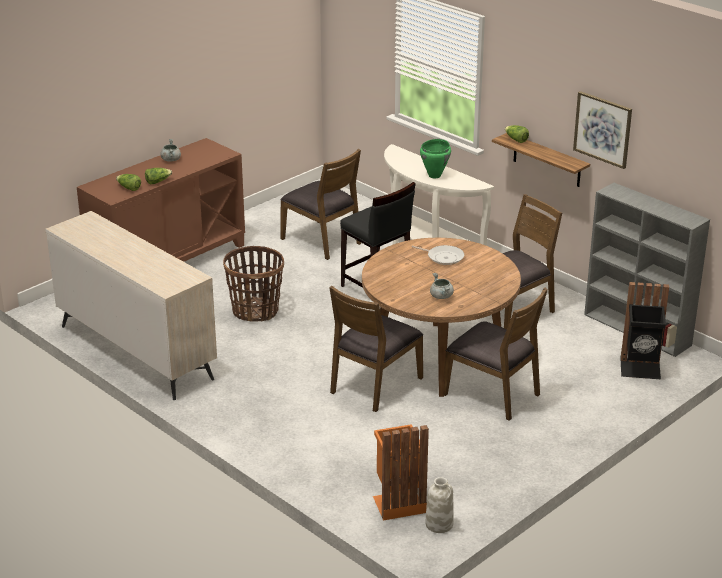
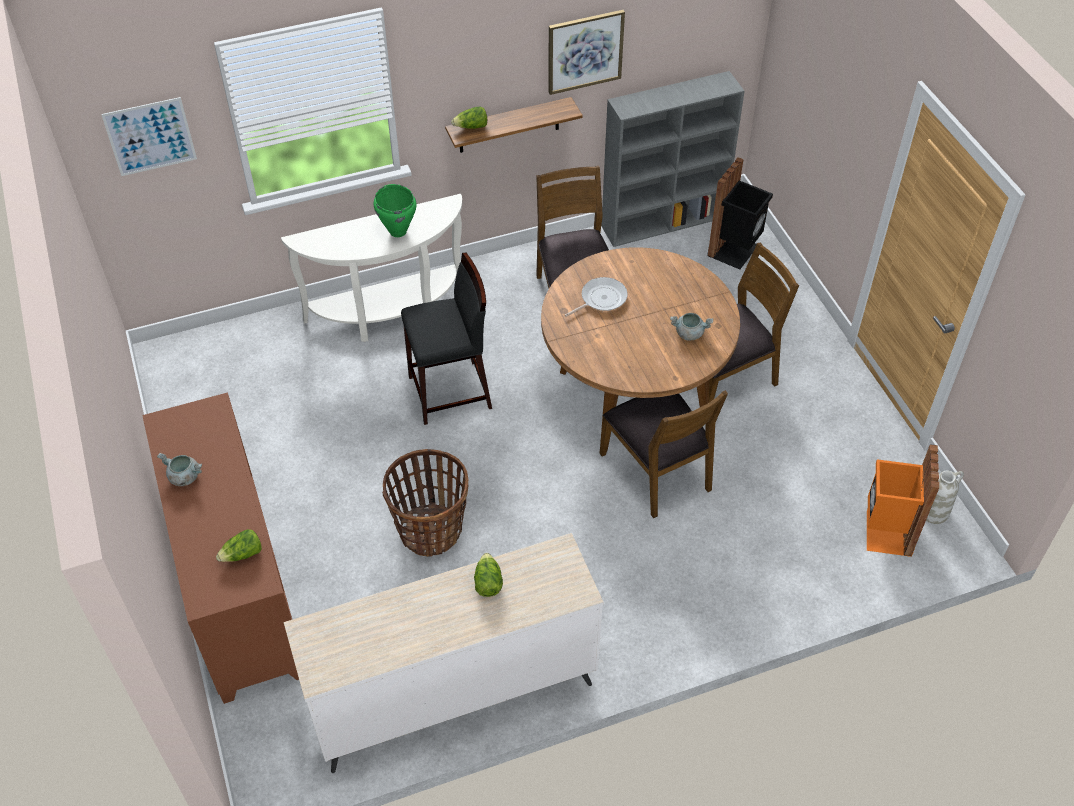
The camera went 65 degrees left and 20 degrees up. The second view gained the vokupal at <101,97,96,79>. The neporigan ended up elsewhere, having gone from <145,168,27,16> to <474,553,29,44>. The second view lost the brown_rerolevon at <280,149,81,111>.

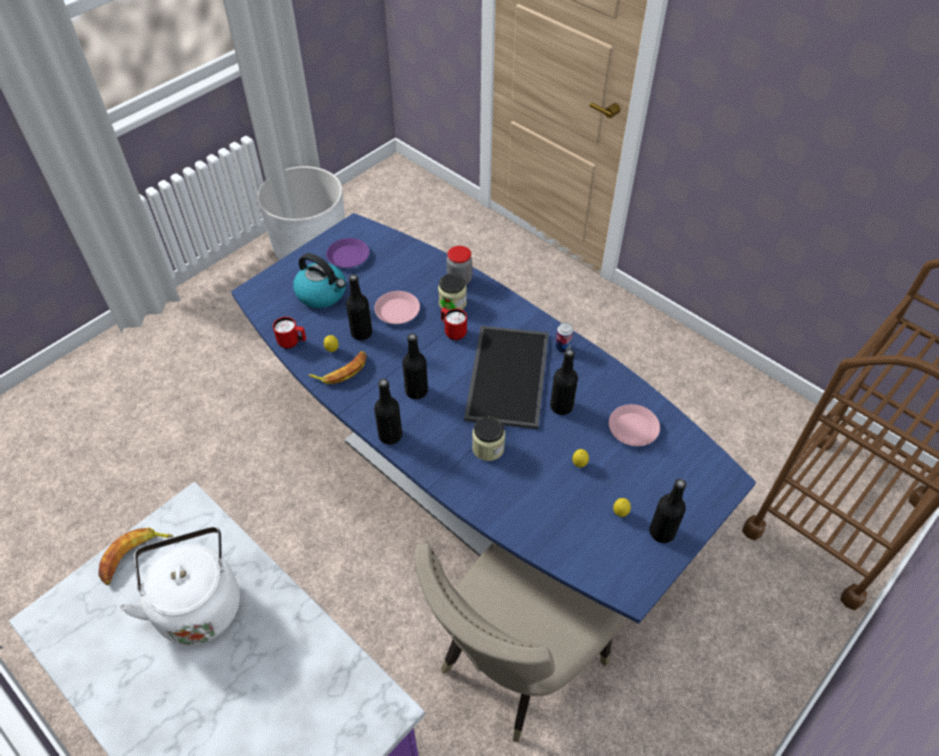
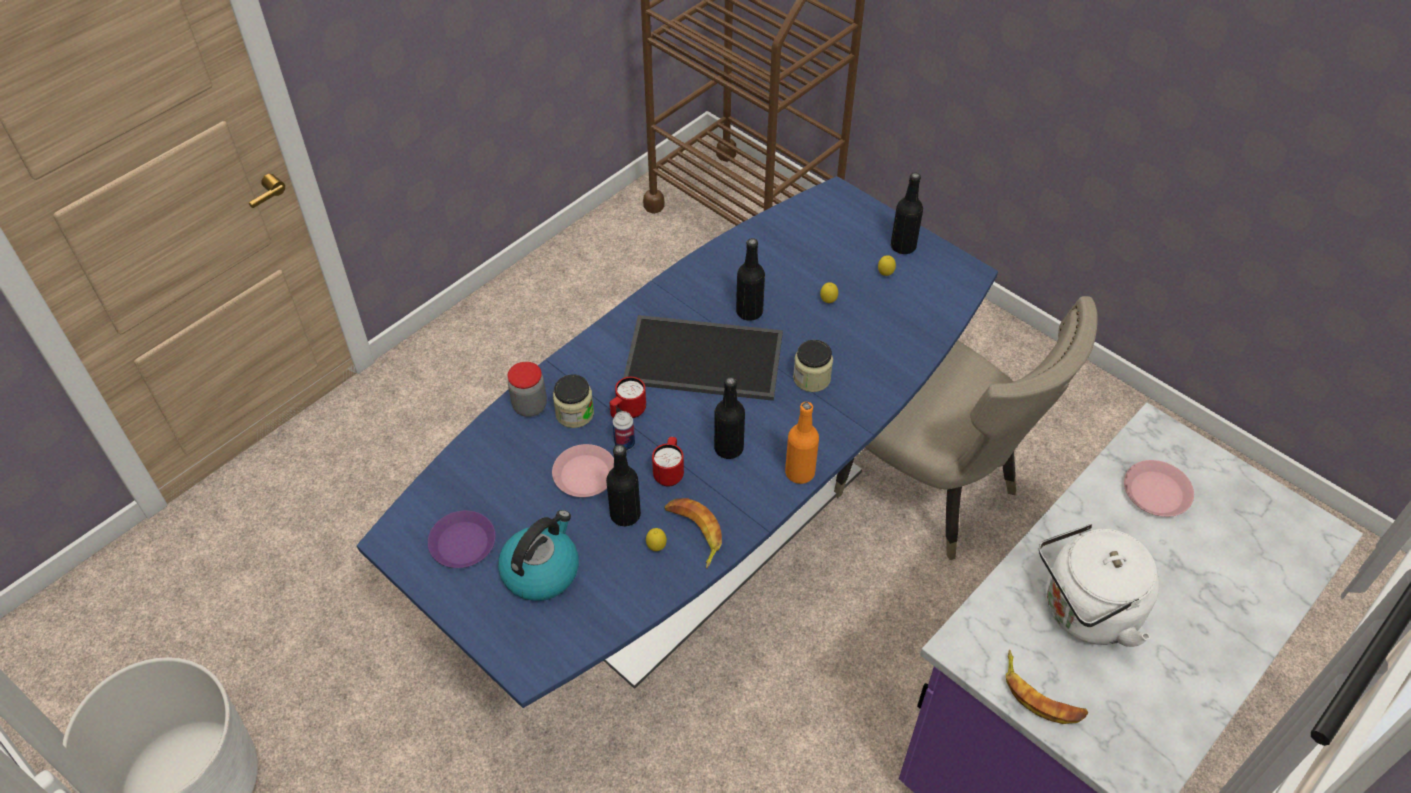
The camera went 90 degrees left and 0 degrees up. The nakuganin ended up elsewhere, having gone from <555,322,18,31> to <612,411,23,39>. The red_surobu ended up elsewhere, having gone from <273,317,33,32> to <652,437,32,50>. What was the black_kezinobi at <374,379,28,66> turned into the orange_kezinobi at <785,402,34,82>. The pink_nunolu ended up elsewhere, having gone from <609,404,51,42> to <1124,460,70,57>.

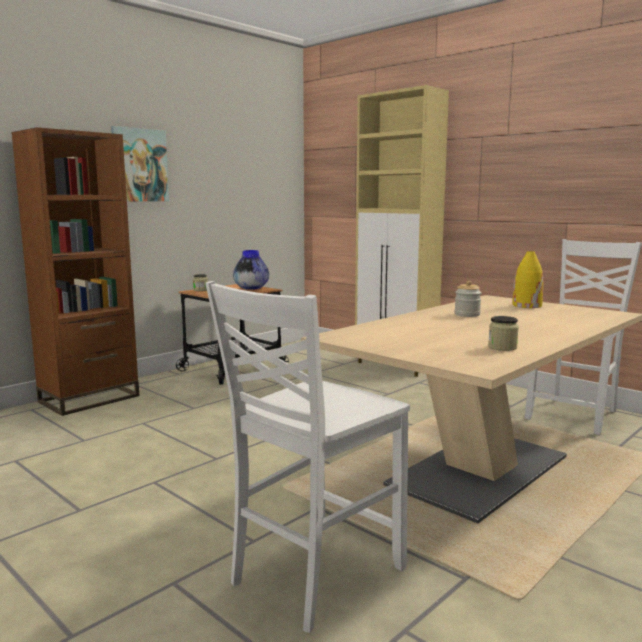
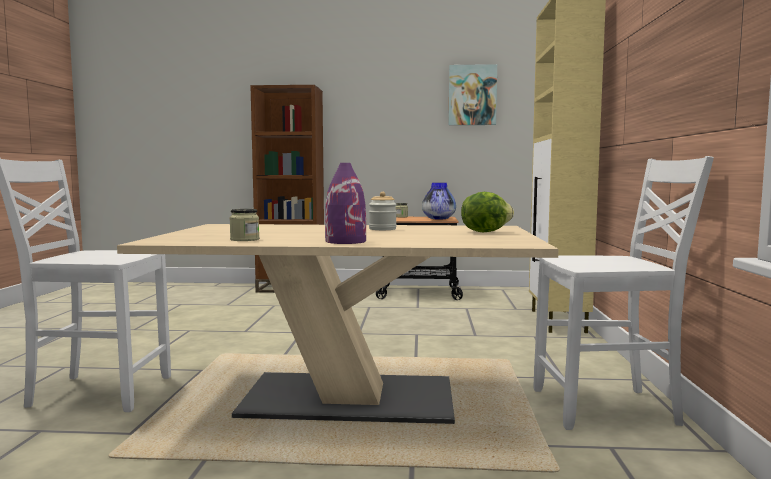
The camera went 50 degrees right and 5 degrees down. The second view gained the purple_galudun at <325,163,41,81>. The vokupal ended up elsewhere, having gone from <111,126,58,76> to <449,64,48,61>. Where the yellow_galudun stood at <513,251,30,57>, the neporigan came to stand at <461,192,53,40>.

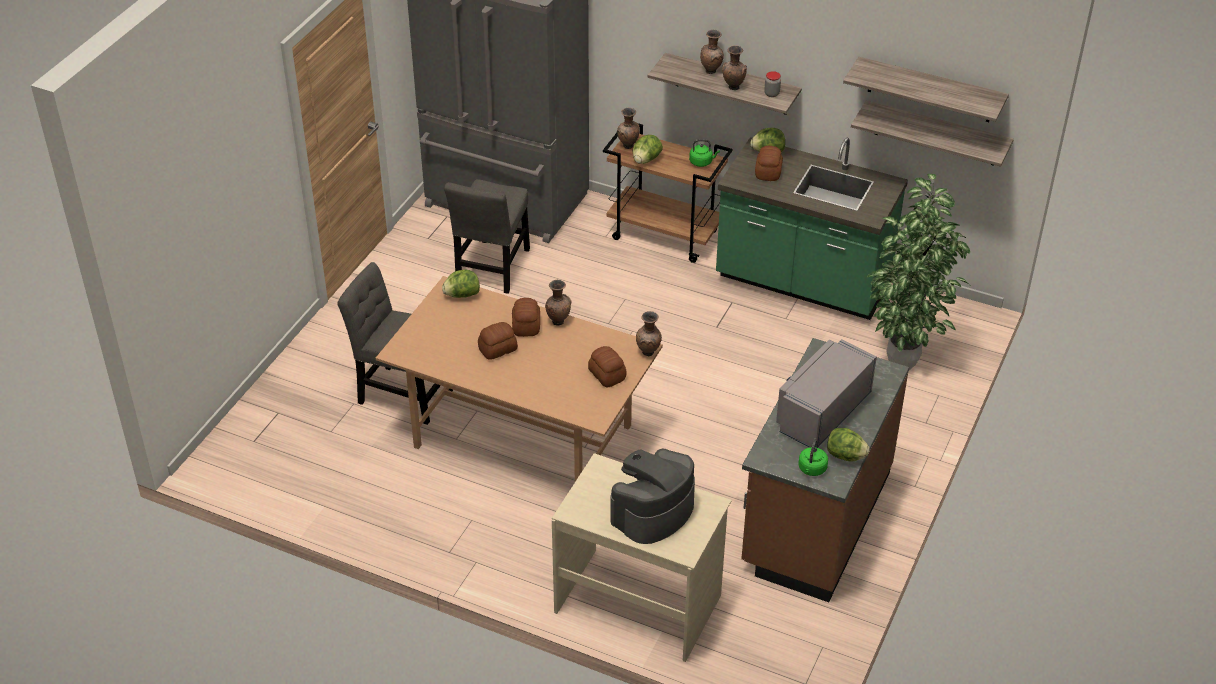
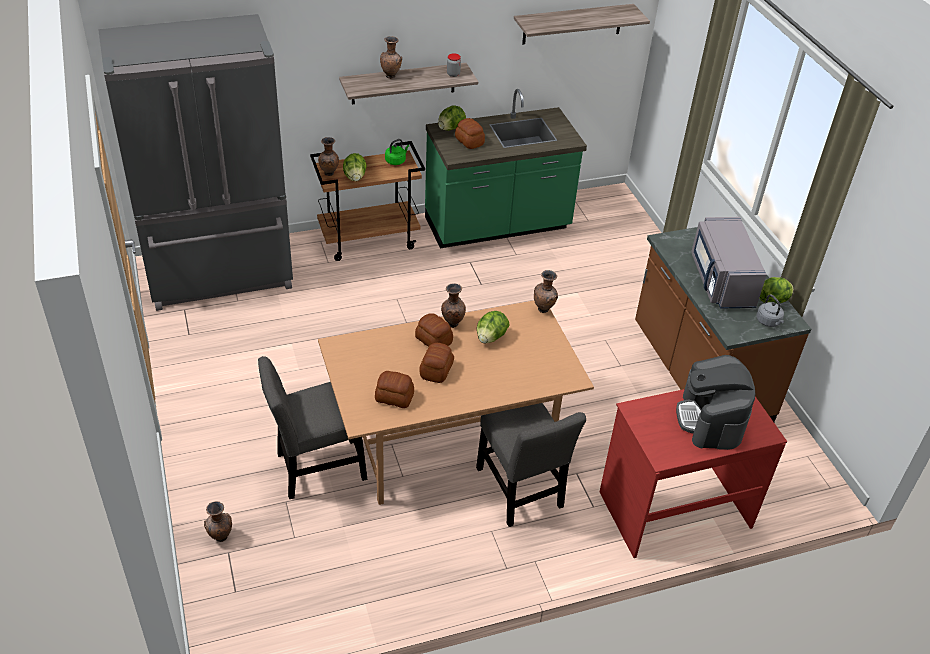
The camera went 45 degrees left and 0 degrees up. The brown_galudun ended up elsewhere, having gone from <722,45,25,45> to <204,501,28,41>. The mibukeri ended up elsewhere, having gone from <588,346,38,41> to <375,371,39,37>. The grey_rerolevon ended up elsewhere, having gone from <444,179,86,115> to <476,403,110,124>. The neporigan ended up elsewhere, having gone from <442,269,38,29> to <477,311,32,33>. What was the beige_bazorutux at <552,453,180,209> turned into the red_bazorutux at <599,389,188,169>. What was the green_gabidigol at <798,438,30,38> turned into the grey_gabidigol at <756,294,28,33>. The second view lost the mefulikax at <851,101,163,66>. The second view lost the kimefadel at <867,174,104,196>.

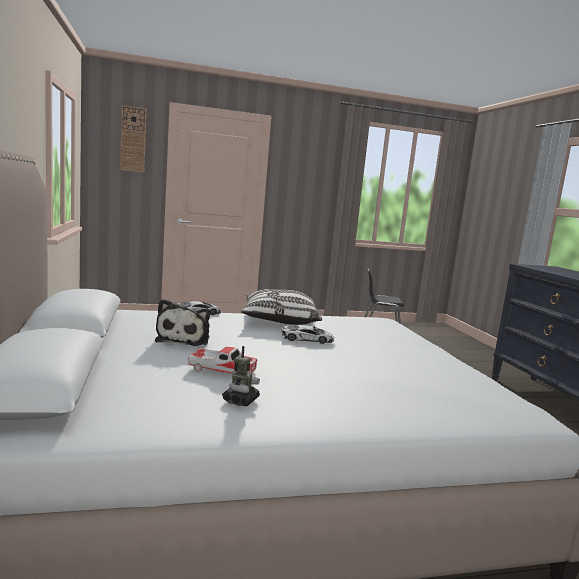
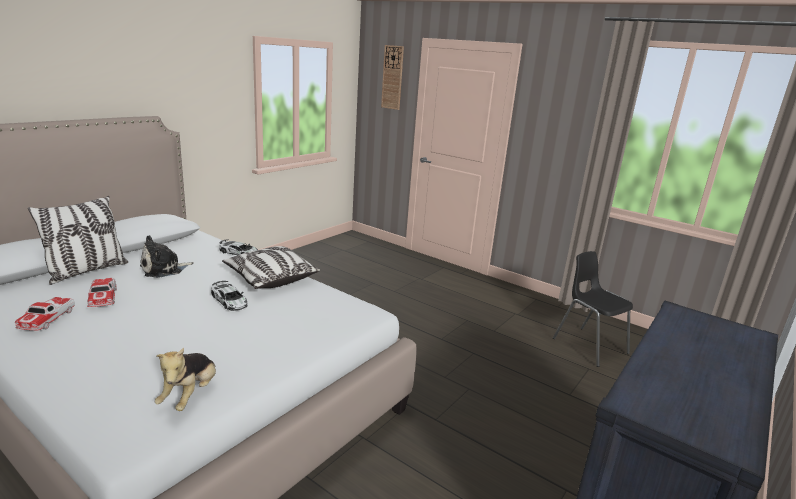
The camera went 50 degrees right and 10 degrees up. Where the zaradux stood at <222,346,38,60>, the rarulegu came to stand at <15,297,60,33>. The second view gained the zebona at <28,196,100,89>. The second view gained the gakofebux at <155,348,61,63>.

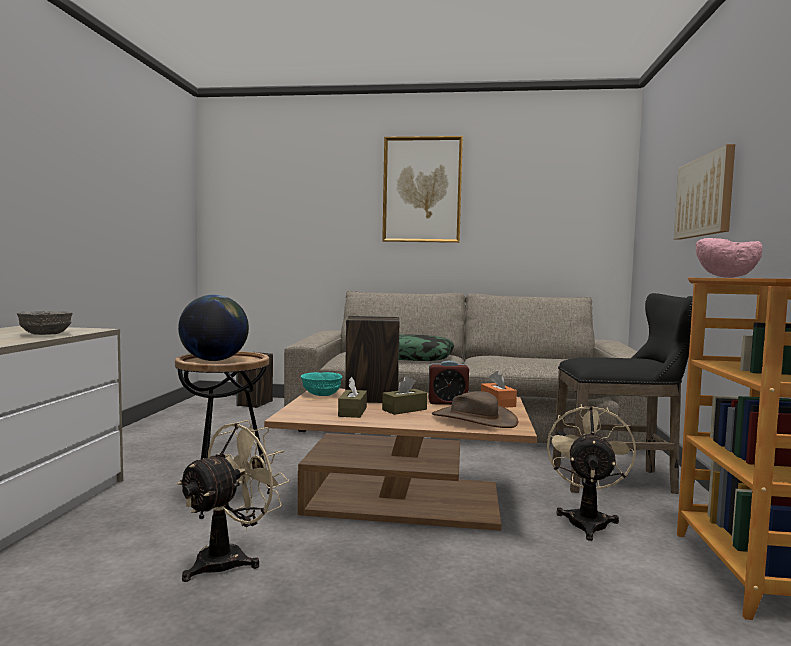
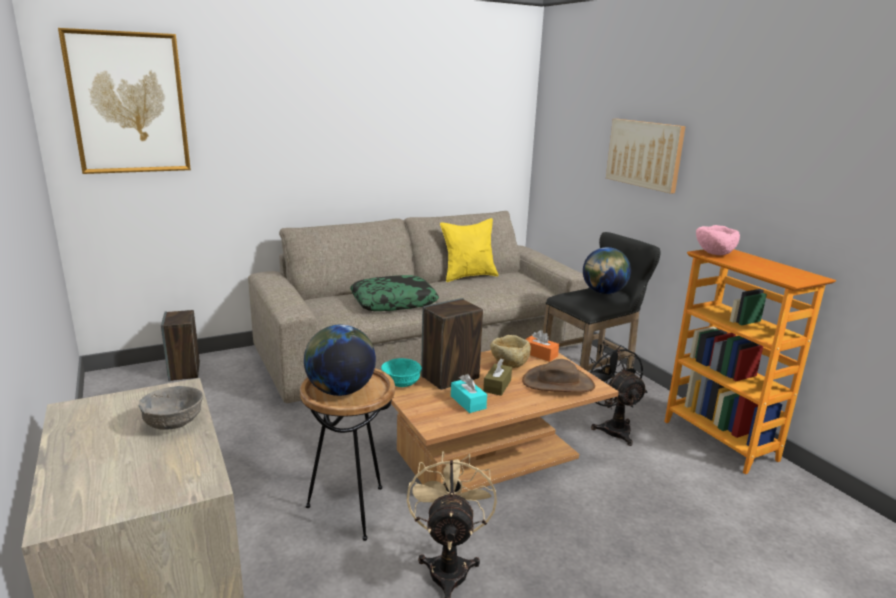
The camera went 35 degrees left and 15 degrees up. The vokupal ended up elsewhere, having gone from <382,136,81,107> to <58,28,133,146>. The second view gained the yellow_zebona at <440,218,59,64>. What was the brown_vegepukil at <338,377,29,41> turned into the turquoise_vegepukil at <451,374,36,39>. Where the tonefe stood at <428,361,41,44>, the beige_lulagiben came to stand at <490,335,41,33>. The second view gained the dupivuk at <583,247,48,47>. What was the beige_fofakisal at <547,404,89,137> turned into the black_fofakisal at <589,345,59,101>.

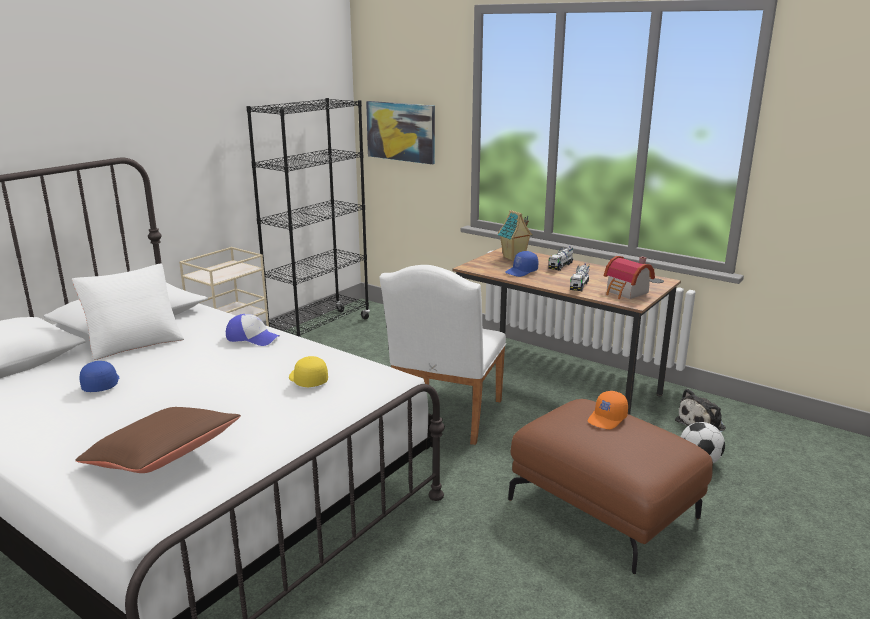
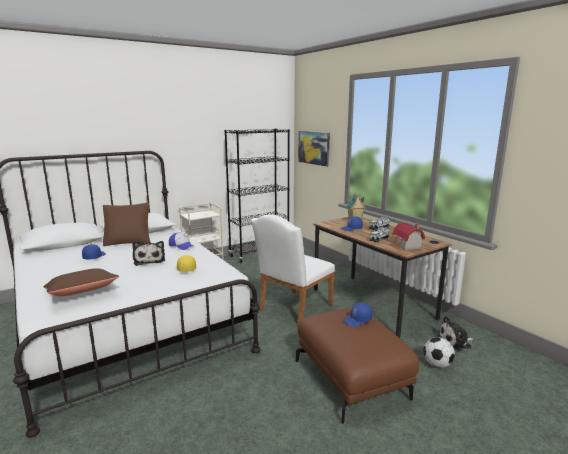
The camera went 20 degrees right and 5 degrees down. What was the white_zebona at <72,263,112,97> turned into the brown_zebona at <103,203,47,43>. The second view gained the gakofebux at <132,241,33,25>. What was the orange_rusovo at <588,391,40,38> turned into the blue_rusovo at <343,303,29,24>.

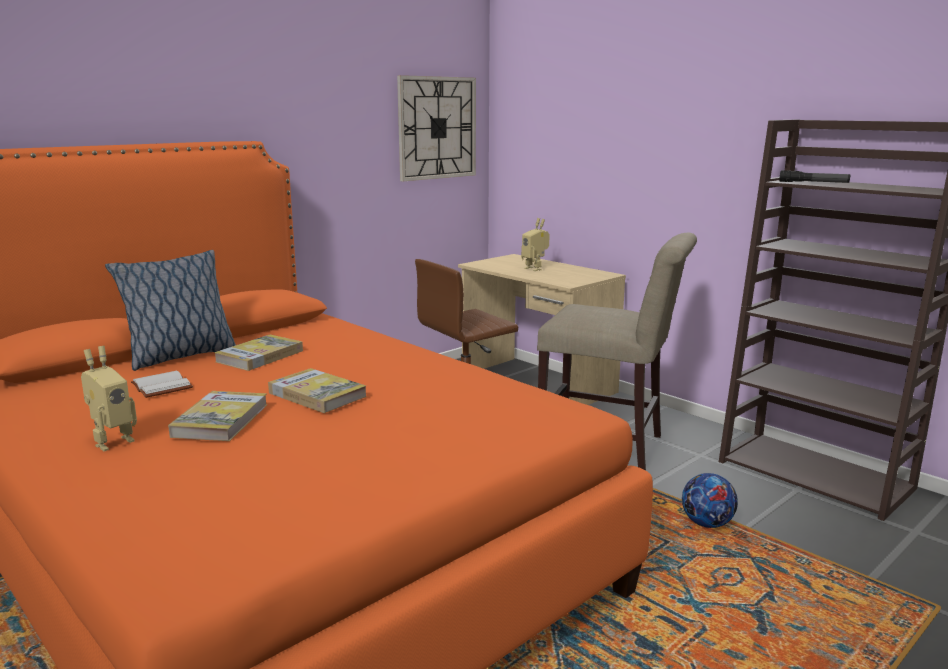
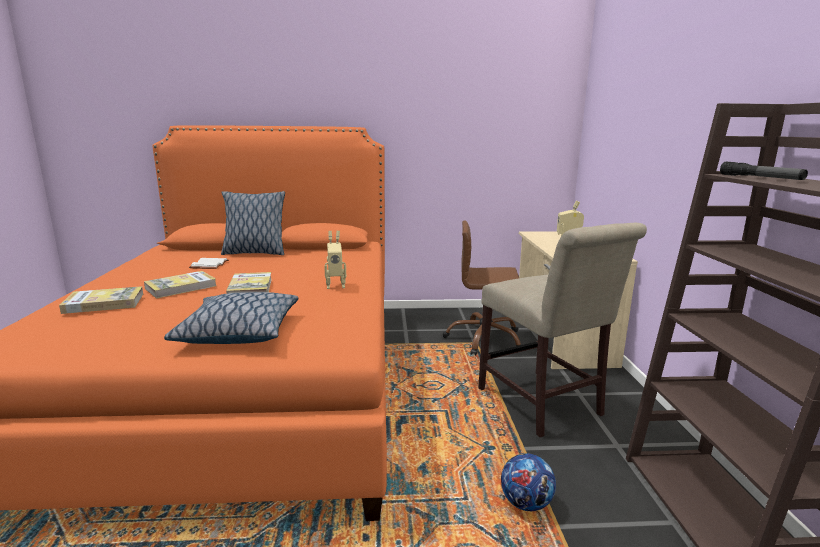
The camera went 40 degrees right and 0 degrees up. The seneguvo ended up elsewhere, having gone from <214,335,89,36> to <59,286,84,28>. The second view gained the zebona at <164,292,134,52>. The zaradux ended up elsewhere, having gone from <81,346,56,105> to <324,231,22,58>. The second view lost the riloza at <397,75,79,106>.

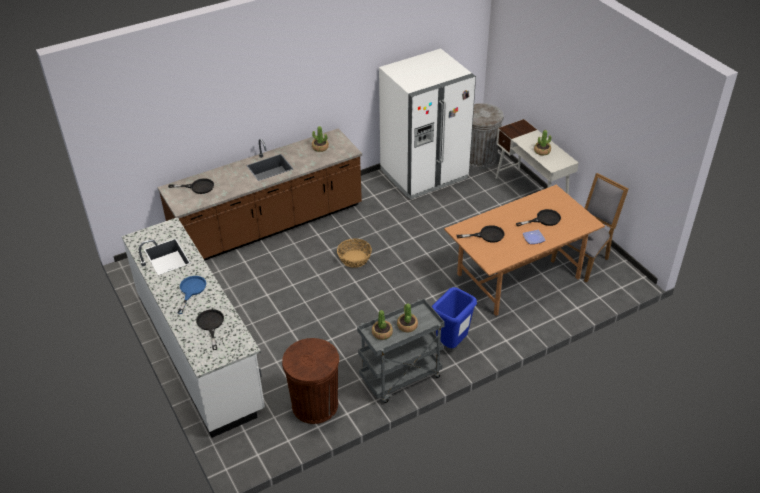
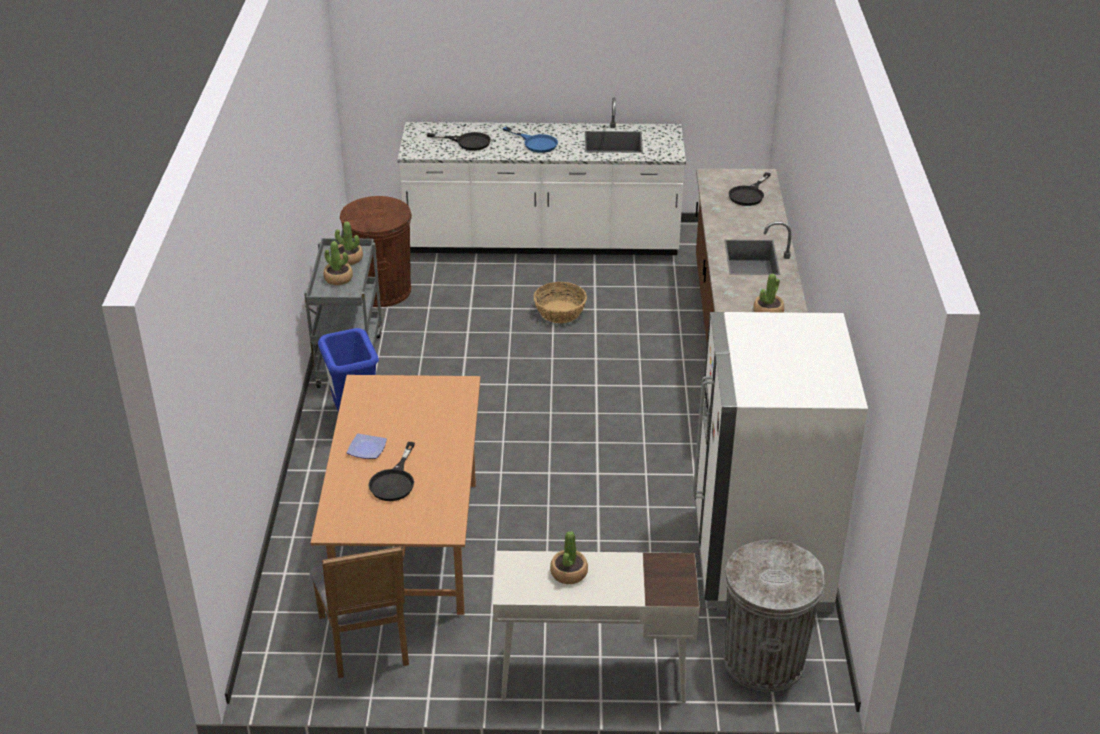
The camera went 120 degrees right and 5 degrees down. The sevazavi ended up elsewhere, having gone from <337,238,35,30> to <533,282,54,41>. The second view lost the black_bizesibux at <457,225,48,18>.

